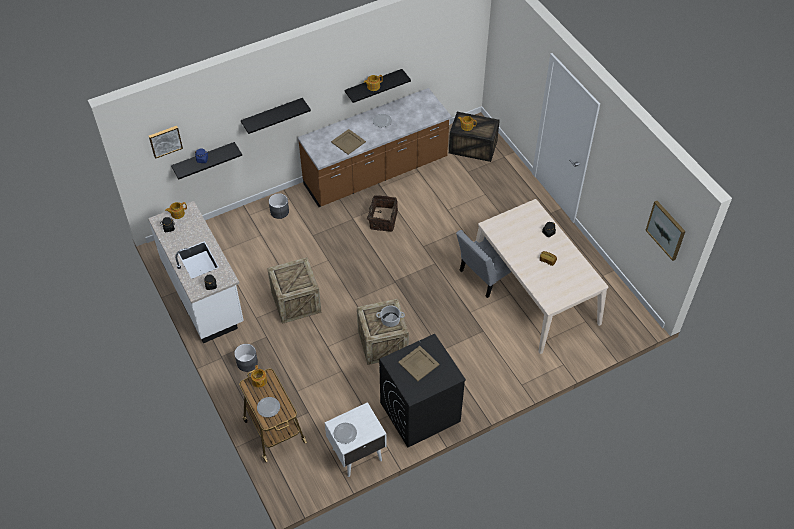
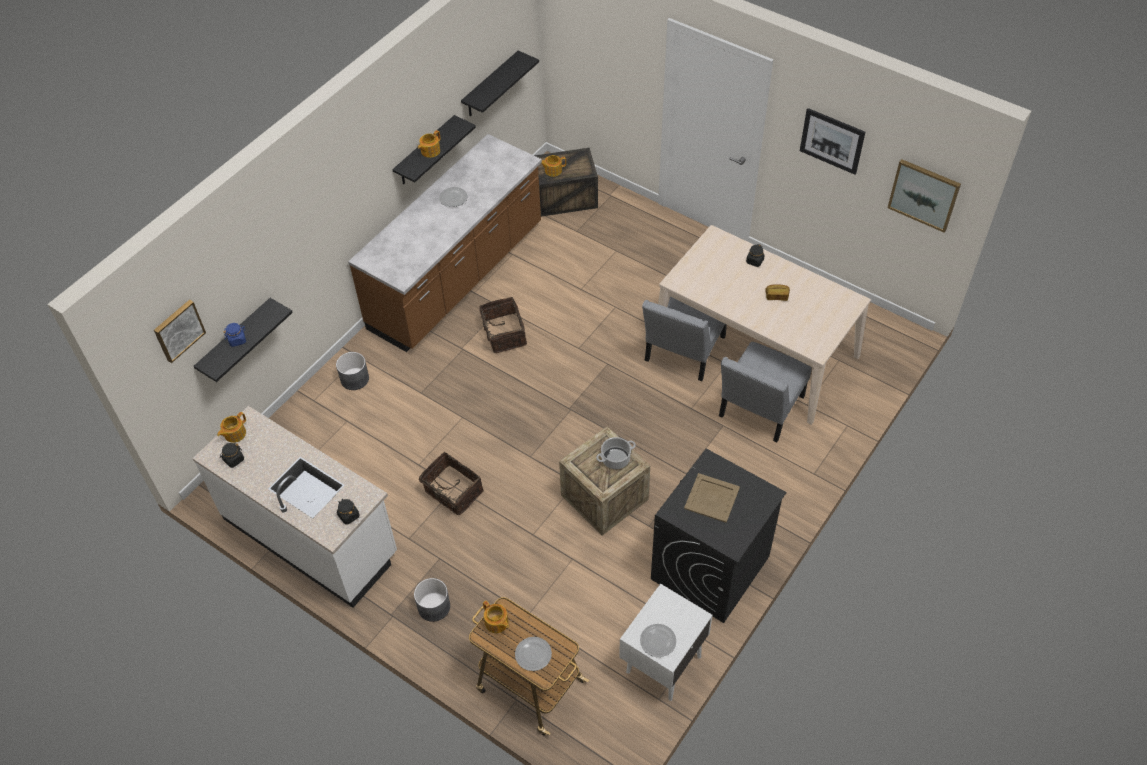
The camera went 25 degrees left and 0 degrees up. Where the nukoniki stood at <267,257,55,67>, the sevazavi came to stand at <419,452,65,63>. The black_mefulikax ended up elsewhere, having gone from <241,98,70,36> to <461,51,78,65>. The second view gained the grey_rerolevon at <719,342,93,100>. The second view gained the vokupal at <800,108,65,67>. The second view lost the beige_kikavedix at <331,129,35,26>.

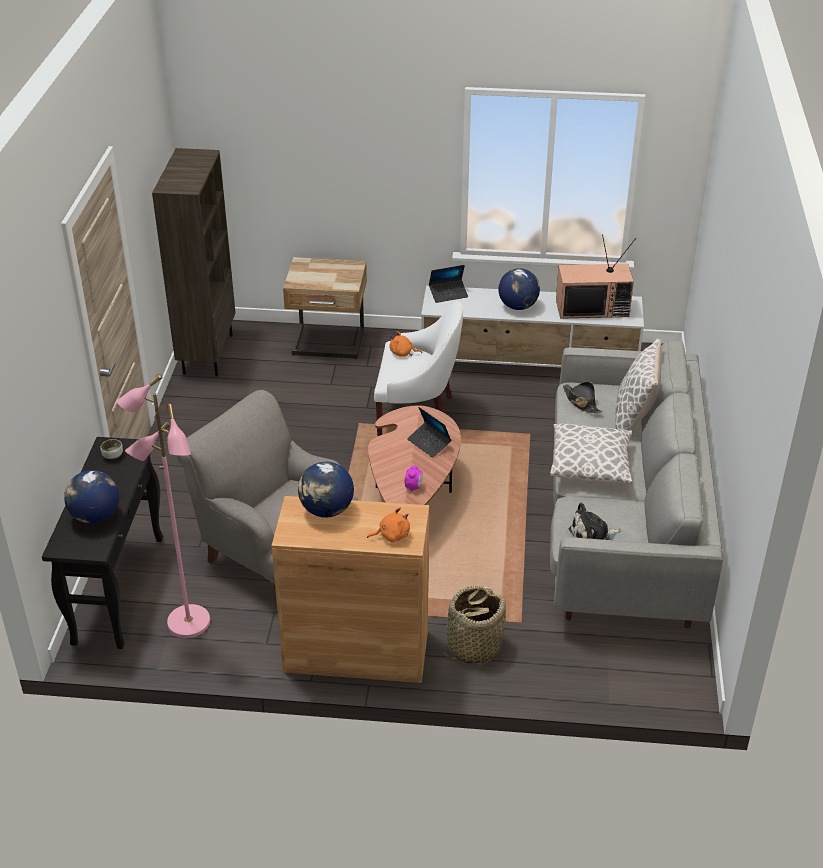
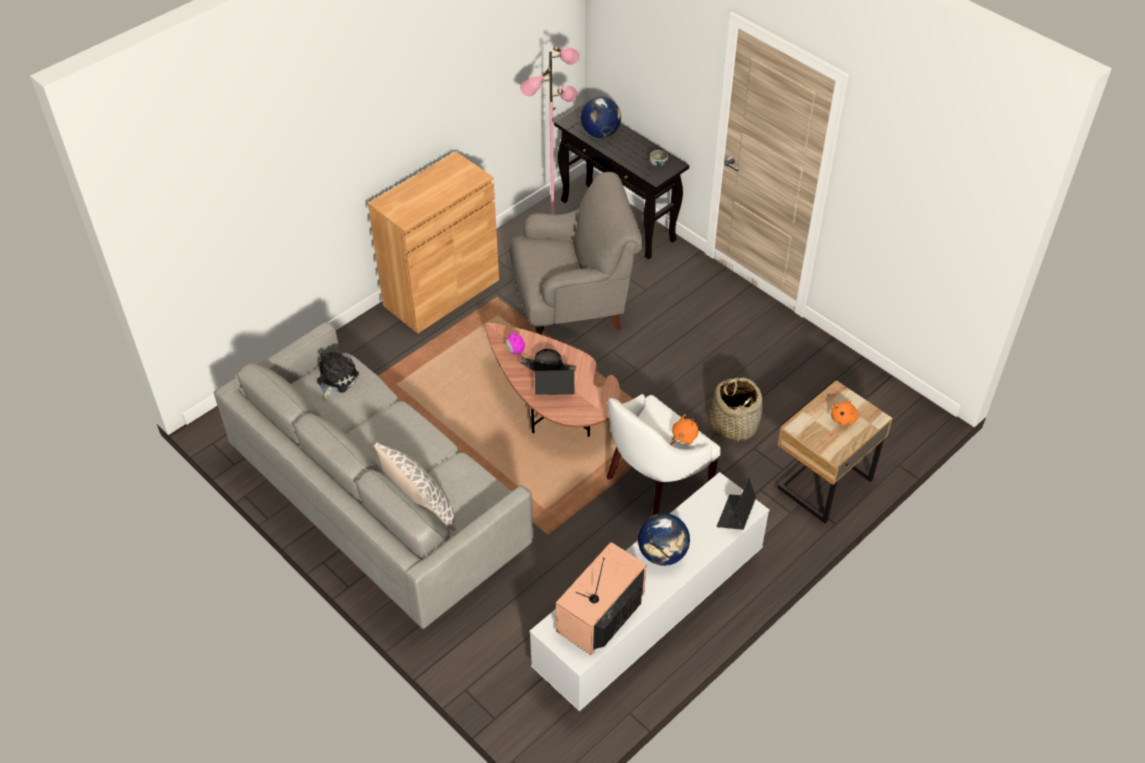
The camera went 130 degrees right and 10 degrees up. The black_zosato ended up elsewhere, having gone from <563,382,39,31> to <520,349,56,22>. The sevazavi ended up elsewhere, having gone from <445,586,61,77> to <710,377,53,66>. The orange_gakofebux ended up elsewhere, having gone from <367,507,43,36> to <831,400,28,25>. The second view lost the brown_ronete at <152,148,84,229>. The second view lost the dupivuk at <298,462,56,56>. The second view lost the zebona at <550,423,82,61>.

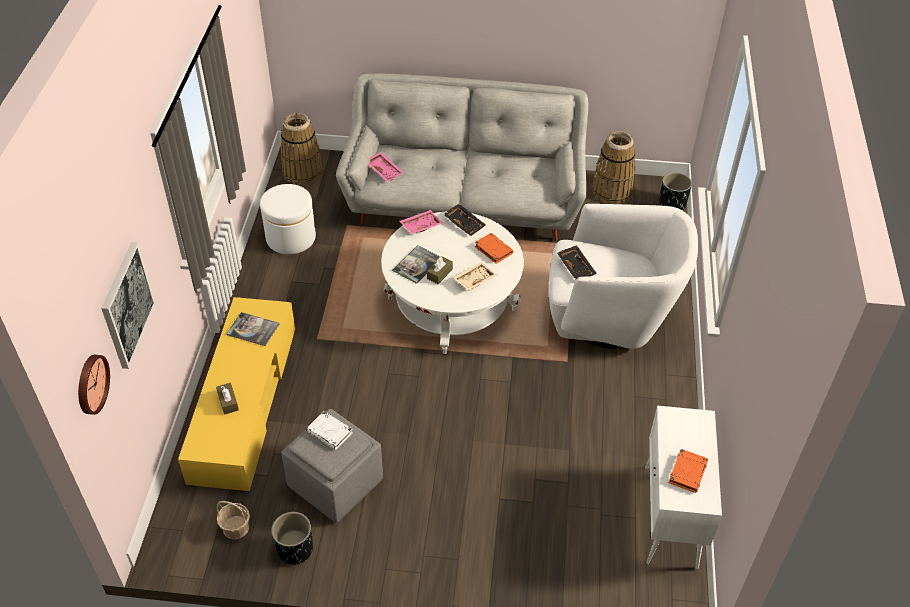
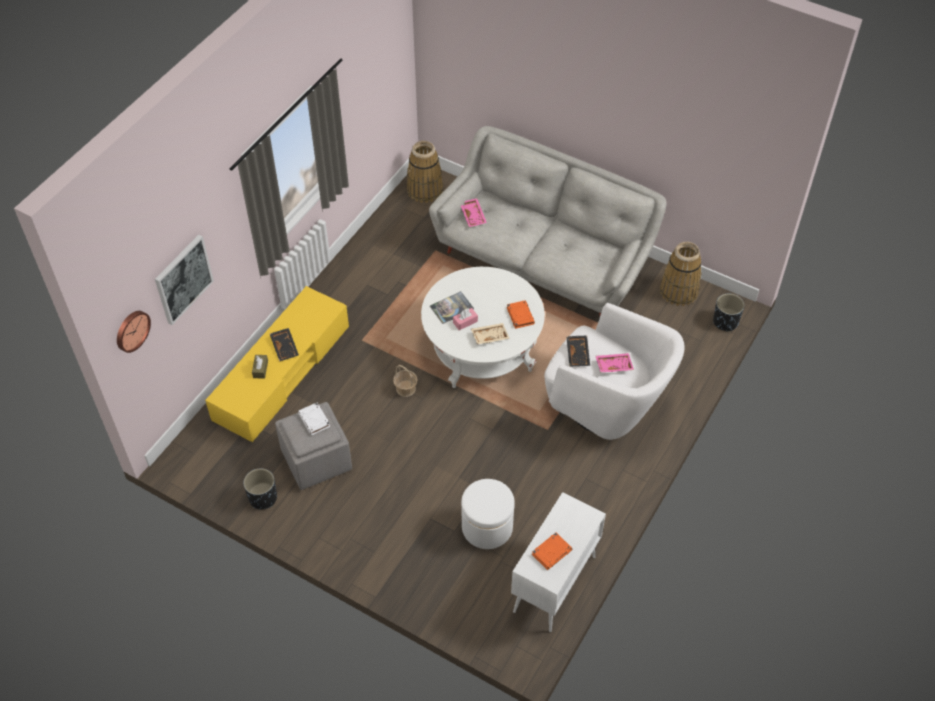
The camera went 25 degrees right and 5 degrees up. The black_kikavedix ended up elsewhere, having gone from <443,204,43,32> to <270,328,29,34>. The sevazavi ended up elsewhere, having gone from <217,501,33,38> to <393,365,25,32>. What was the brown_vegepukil at <427,256,26,28> turned into the pink_vegepukil at <453,308,25,22>. The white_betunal ended up elsewhere, having gone from <260,184,56,71> to <461,479,54,70>. The pink_kikavedix ended up elsewhere, having gone from <400,210,43,24> to <596,353,38,19>. The second view lost the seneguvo at <227,312,52,34>.

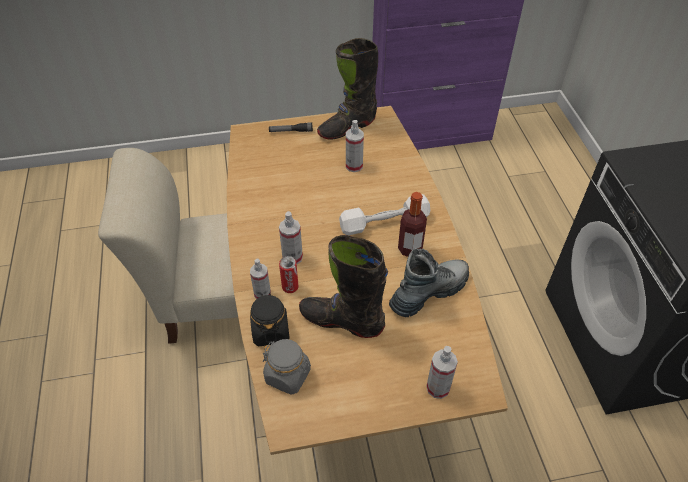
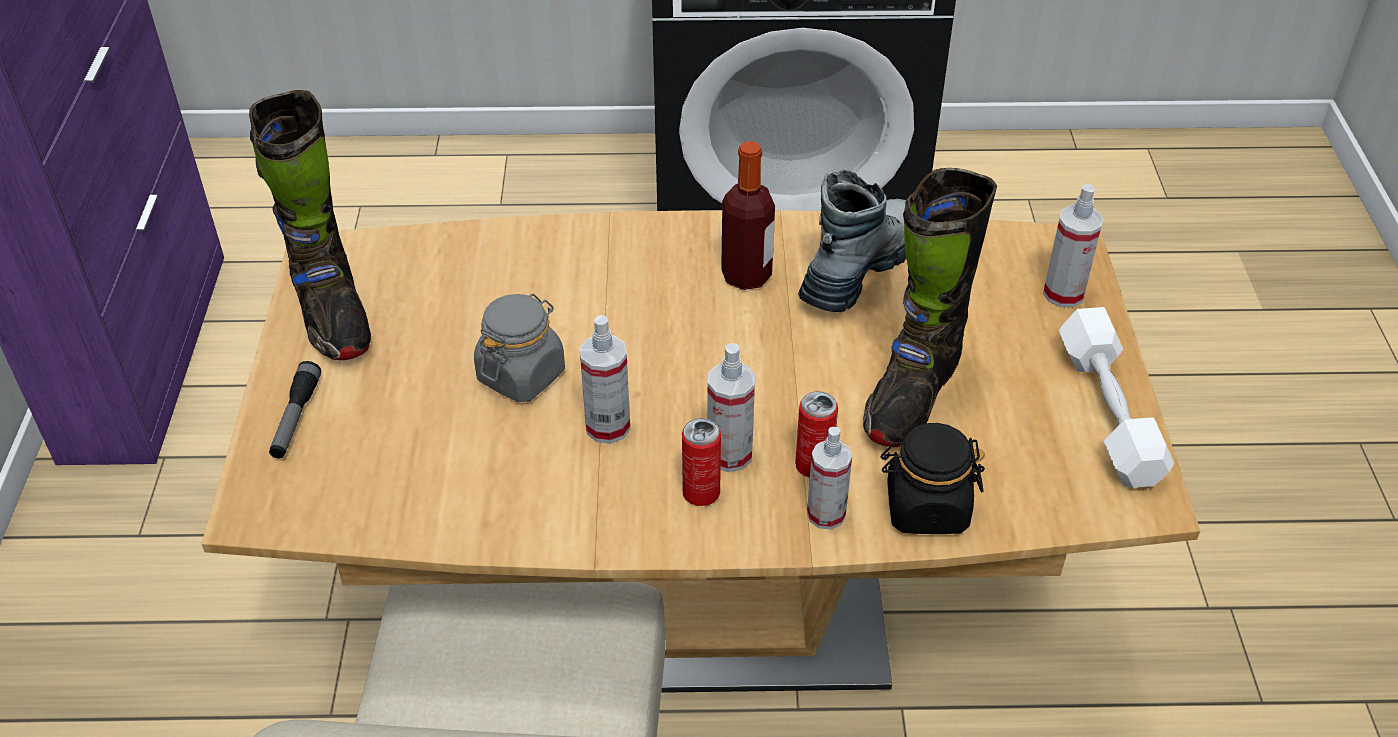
The camera went 80 degrees left and 5 degrees down. The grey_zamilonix ended up elsewhere, having gone from <263,339,48,56> to <474,294,91,108>. The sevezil ended up elsewhere, having gone from <346,120,18,52> to <580,315,50,129>. The second view gained the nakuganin at <682,418,39,88>. The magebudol at <389,248,80,69> ended up facing another way, 60 degrees clockwise from before. The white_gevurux ended up elsewhere, having gone from <339,194,91,41> to <1059,307,115,181>.

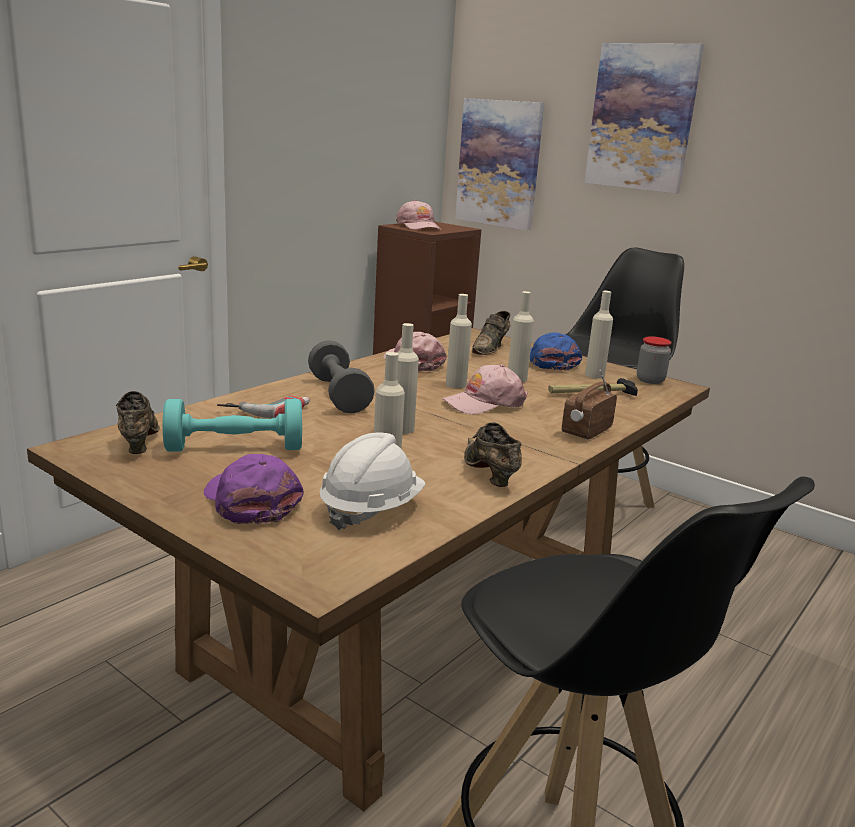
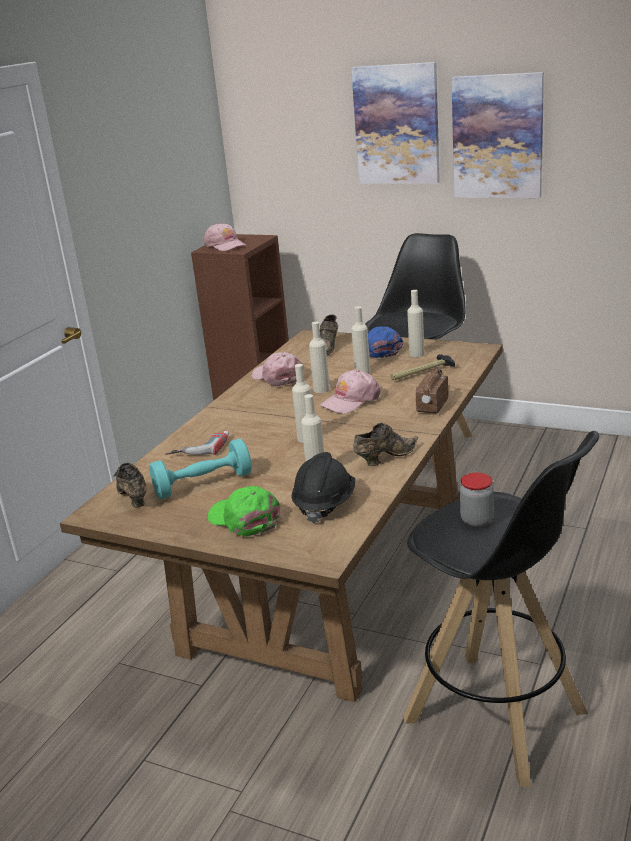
The camera went 10 degrees left and 5 degrees up. What was the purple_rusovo at <204,454,100,70> turned into the green_rusovo at <208,486,72,51>. What was the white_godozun at <319,432,107,98> turned into the black_godozun at <291,452,64,71>. The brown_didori at <464,422,58,65> ended up facing another way, 90 degrees clockwise from before. The vokupal ended up elsewhere, having gone from <455,98,90,132> to <452,72,92,126>. The zamilonix ended up elsewhere, having gone from <637,336,35,48> to <460,473,34,54>. The second view lost the grey_gevurux at <308,340,67,73>.

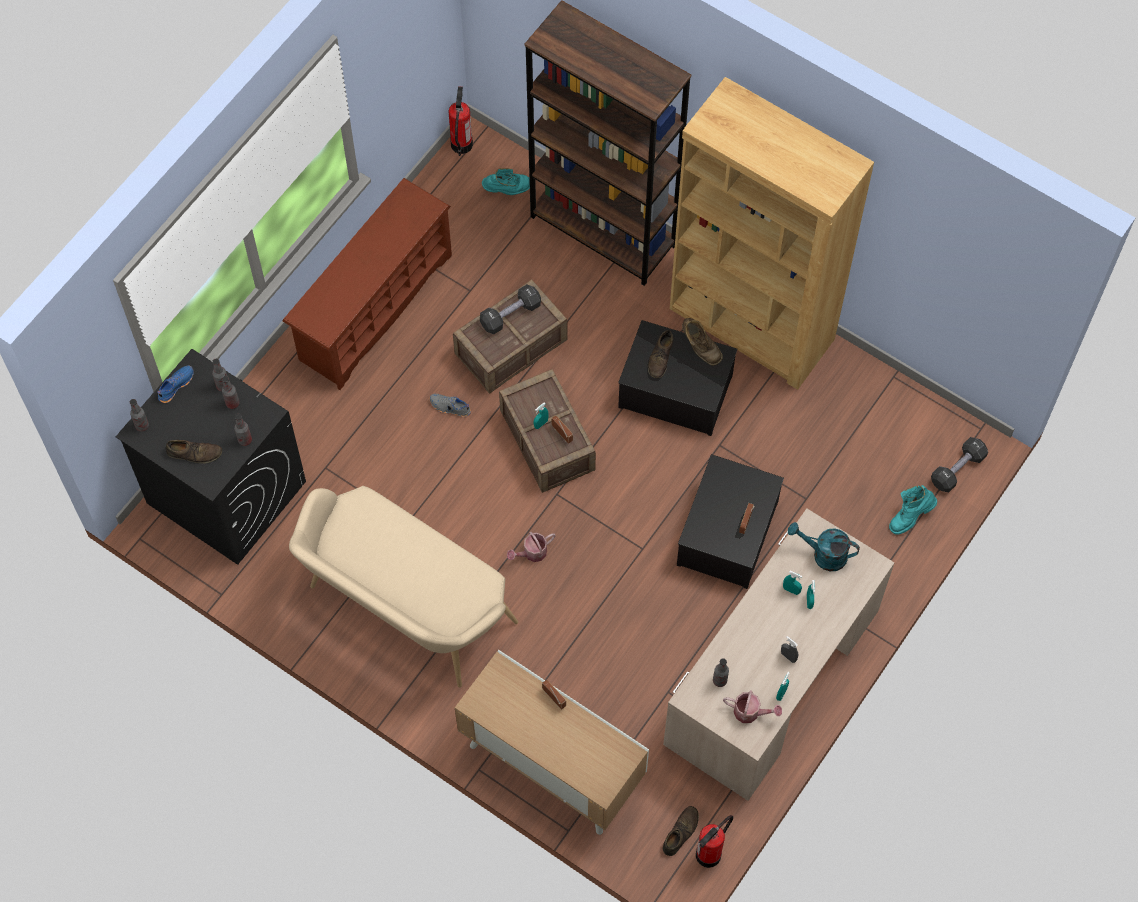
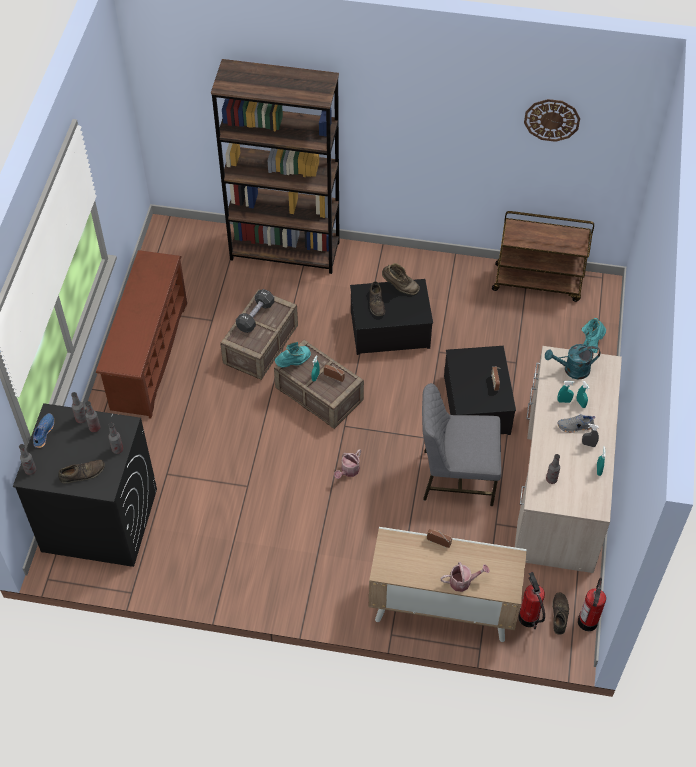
The camera went 25 degrees left and 10 degrees down. The turquoise_magebudol ended up elsewhere, having gone from <482,168,48,27> to <275,342,36,25>. The second view gained the grey_rerolevon at <422,383,79,123>. The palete ended up elsewhere, having gone from <723,690,59,33> to <441,562,48,30>. The second view gained the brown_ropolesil at <492,211,102,91>. The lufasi ended up elsewhere, having gone from <449,86,24,70> to <518,572,27,57>. The second view gained the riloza at <524,99,56,43>. The grey_didori ended up elsewhere, having gone from <430,394,41,23> to <557,414,38,19>. The second view lost the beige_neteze at <289,486,229,201>. The second view lost the brown_ronete at <670,77,204,313>. The second view lost the black_gevurux at <931,437,57,55>.

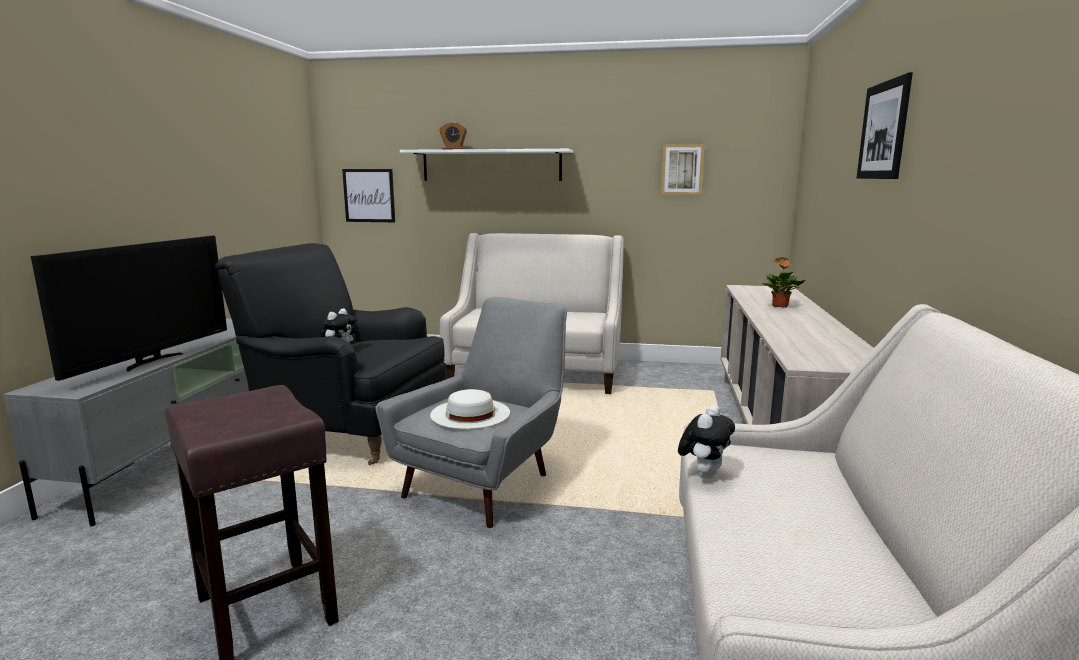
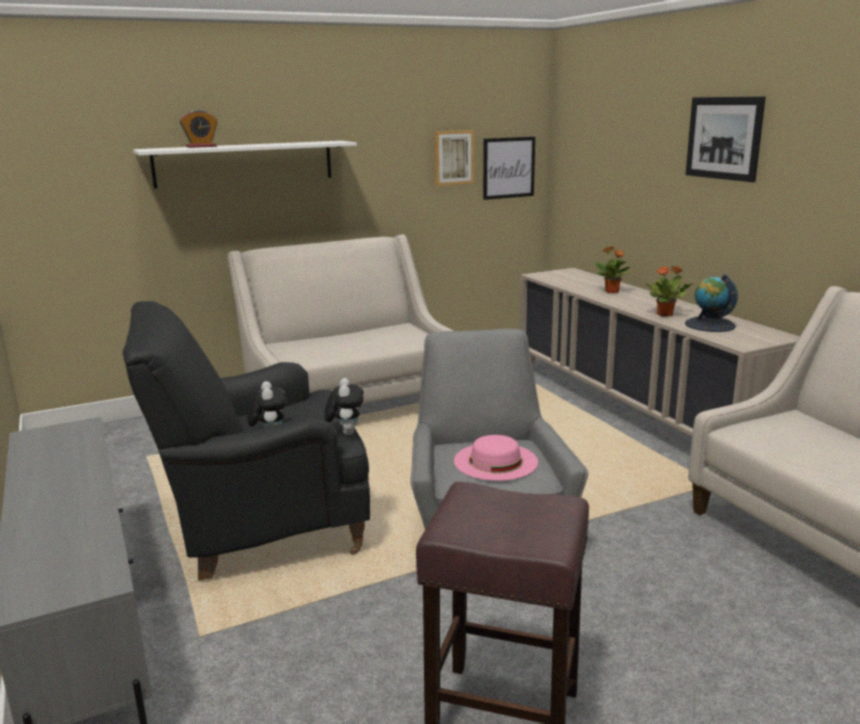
The camera went 35 degrees left and 5 degrees up. The gakofebux ended up elsewhere, having gone from <678,406,57,73> to <324,378,40,57>. What was the white_zosato at <430,389,80,40> turned into the pink_zosato at <454,435,84,46>. The vokupal ended up elsewhere, having gone from <342,169,53,53> to <483,137,52,63>. The second view gained the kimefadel at <644,266,49,51>. The second view gained the dupivuk at <685,274,53,58>. The second view lost the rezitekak at <31,236,196,145>.

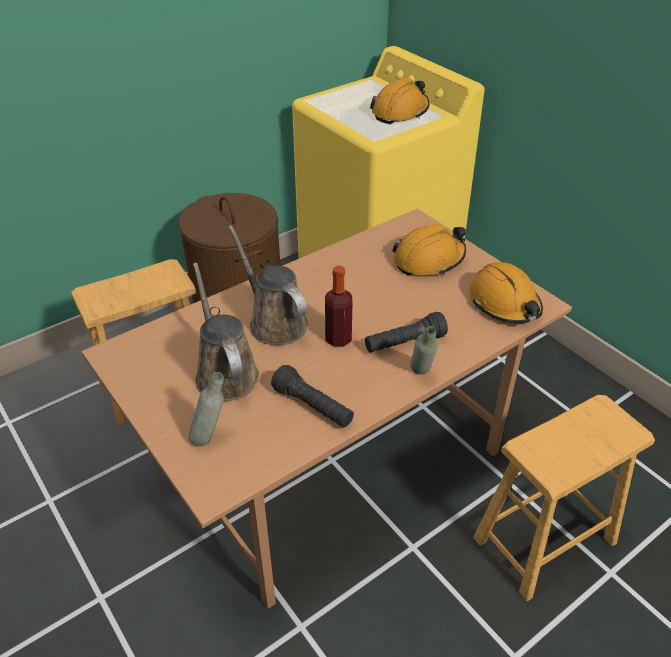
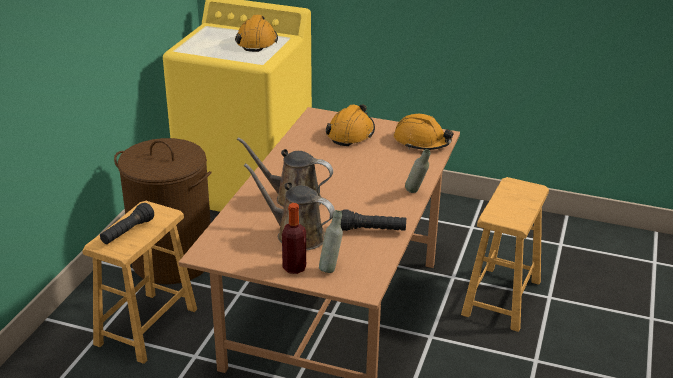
The camera went 35 degrees left and 10 degrees down. The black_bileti ended up elsewhere, having gone from <365,312,83,41> to <100,203,54,41>. The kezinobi ended up elsewhere, having gone from <325,266,27,81> to <282,203,24,71>.

